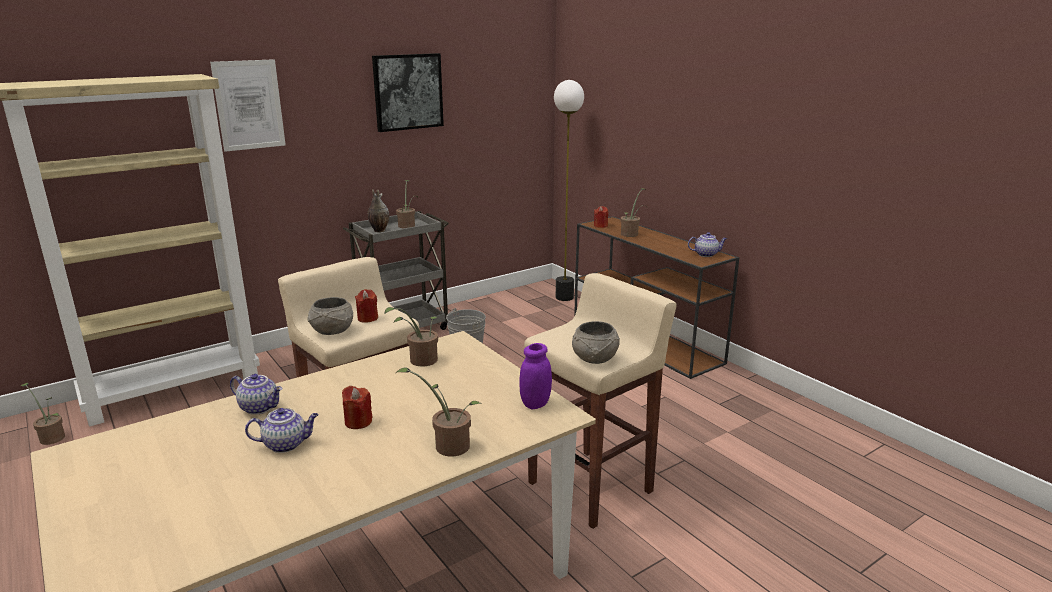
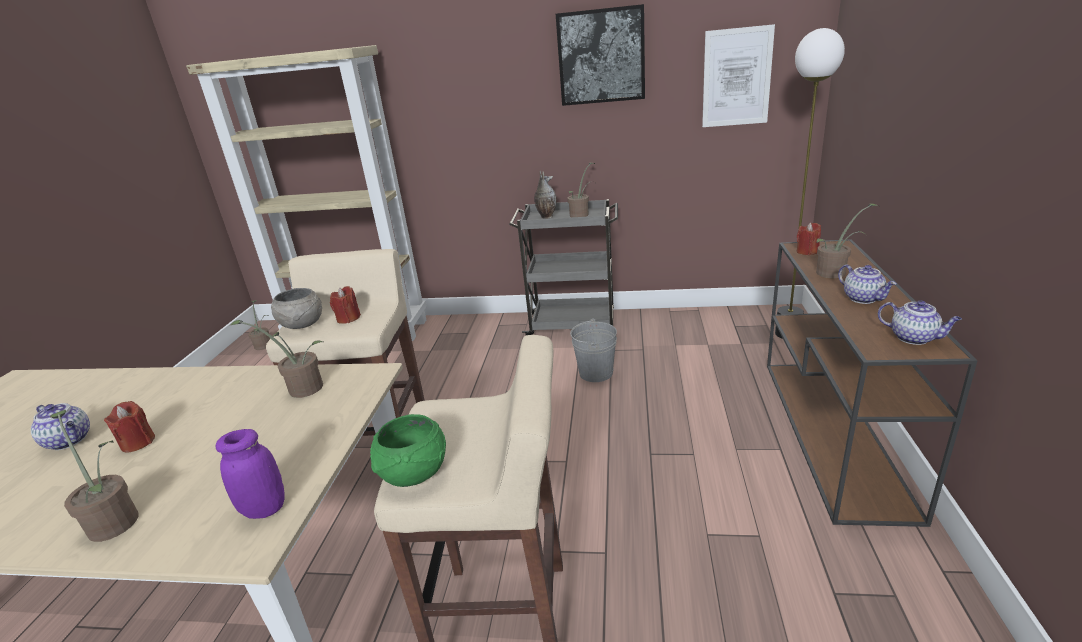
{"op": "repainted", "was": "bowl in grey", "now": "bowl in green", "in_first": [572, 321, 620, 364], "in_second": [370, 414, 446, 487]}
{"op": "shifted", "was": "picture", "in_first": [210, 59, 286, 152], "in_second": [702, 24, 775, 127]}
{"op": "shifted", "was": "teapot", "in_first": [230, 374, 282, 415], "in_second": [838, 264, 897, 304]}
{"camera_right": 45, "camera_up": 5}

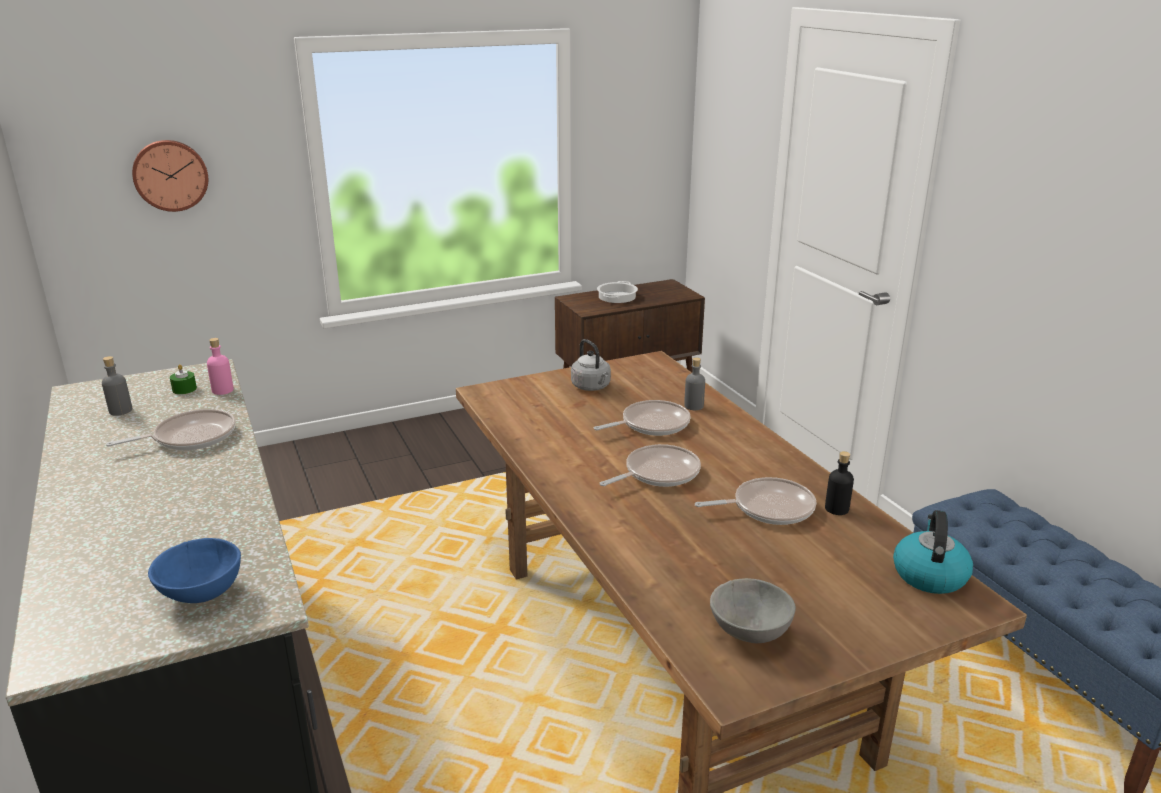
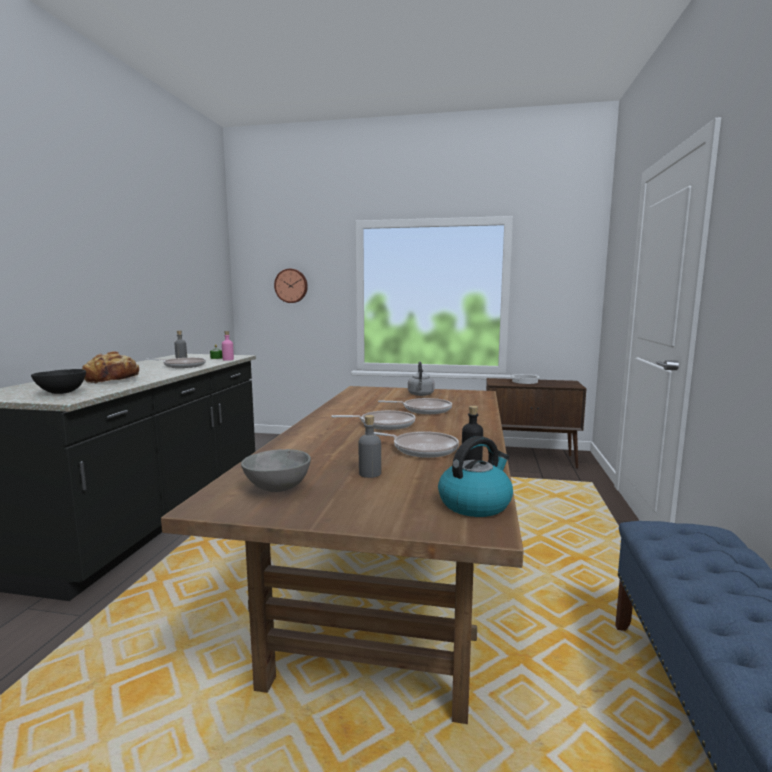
{"op": "repainted", "was": "bowl in blue", "now": "bowl in black", "in_first": [148, 538, 241, 603], "in_second": [31, 369, 86, 394]}
{"op": "new", "now": "bread", "in_second": [82, 351, 139, 384]}
{"op": "shifted", "was": "bottle in grey", "in_first": [684, 357, 705, 410], "in_second": [358, 415, 381, 478]}
{"camera_right": 35, "camera_up": -15}

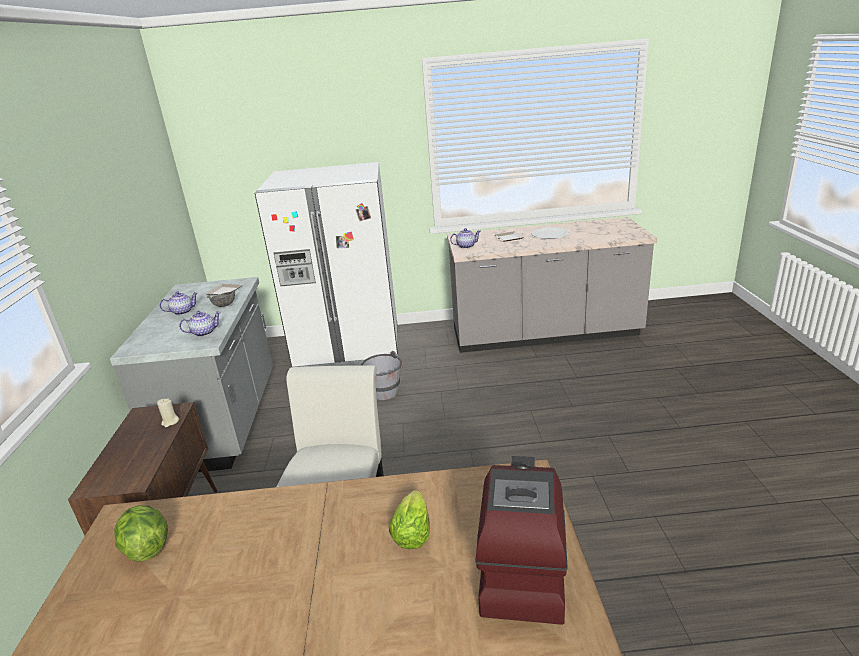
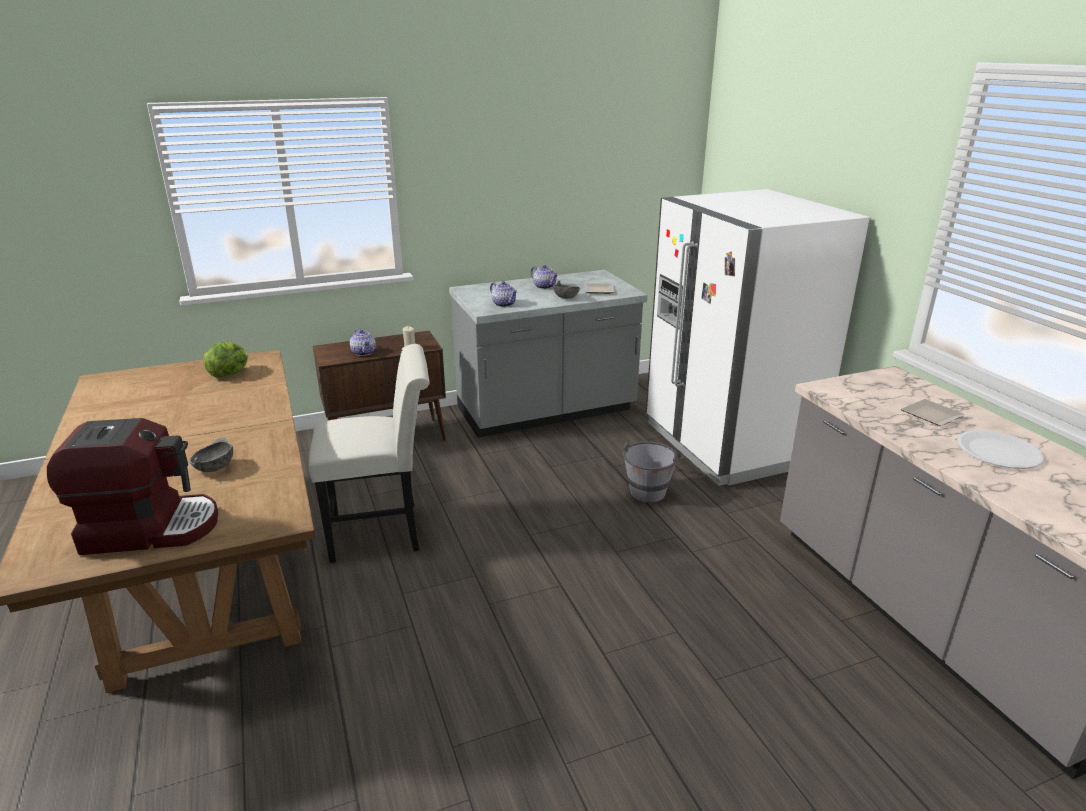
{"op": "swapped", "was": "lettuce", "now": "bowl in grey", "in_first": [389, 490, 430, 549], "in_second": [189, 438, 233, 472]}
{"op": "shifted", "was": "teapot", "in_first": [450, 228, 481, 249], "in_second": [350, 329, 376, 356]}
{"camera_right": 70, "camera_up": 0}

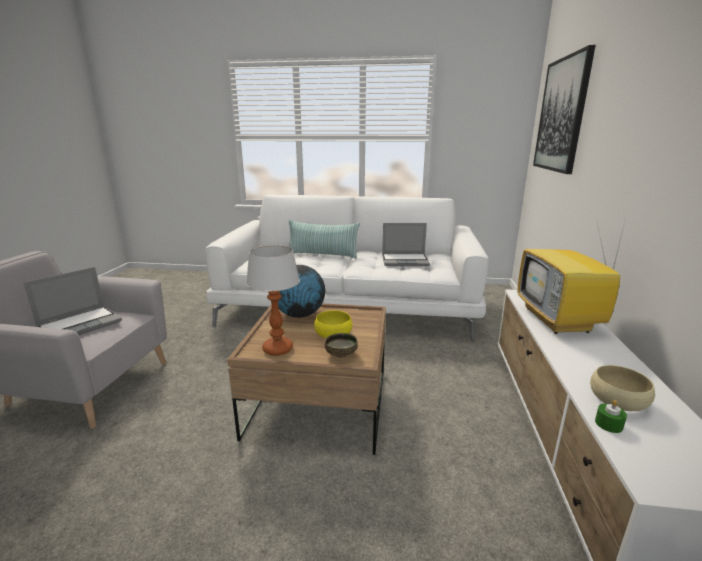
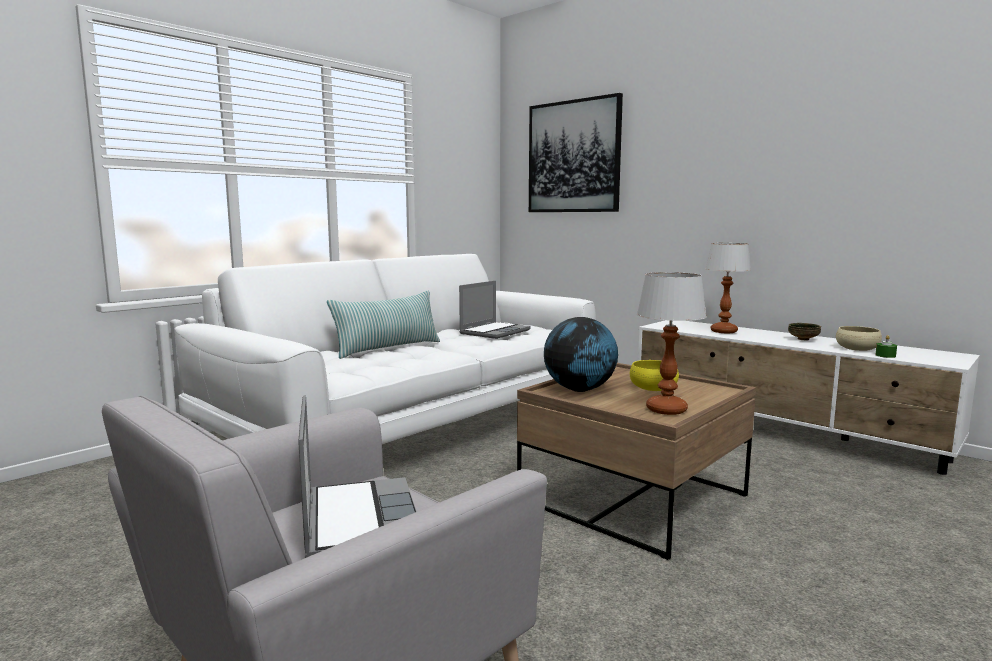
{"op": "swapped", "was": "television", "now": "table lamp", "in_first": [517, 213, 627, 334], "in_second": [706, 243, 751, 333]}
{"op": "shifted", "was": "bowl", "in_first": [324, 333, 358, 358], "in_second": [788, 323, 821, 341]}
{"camera_right": -55, "camera_up": -10}

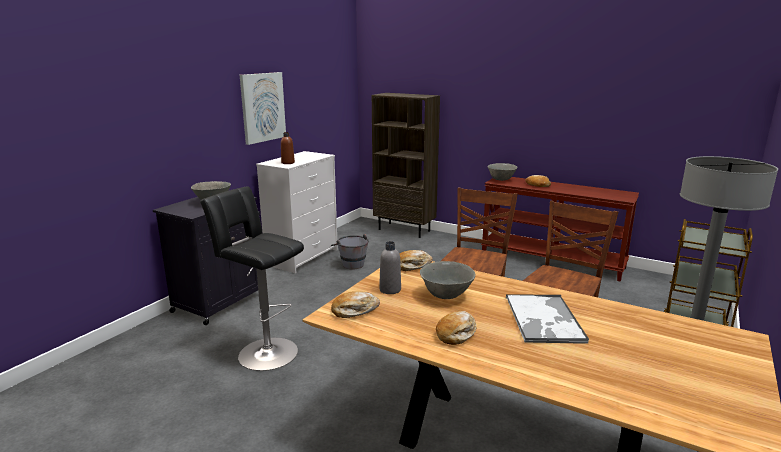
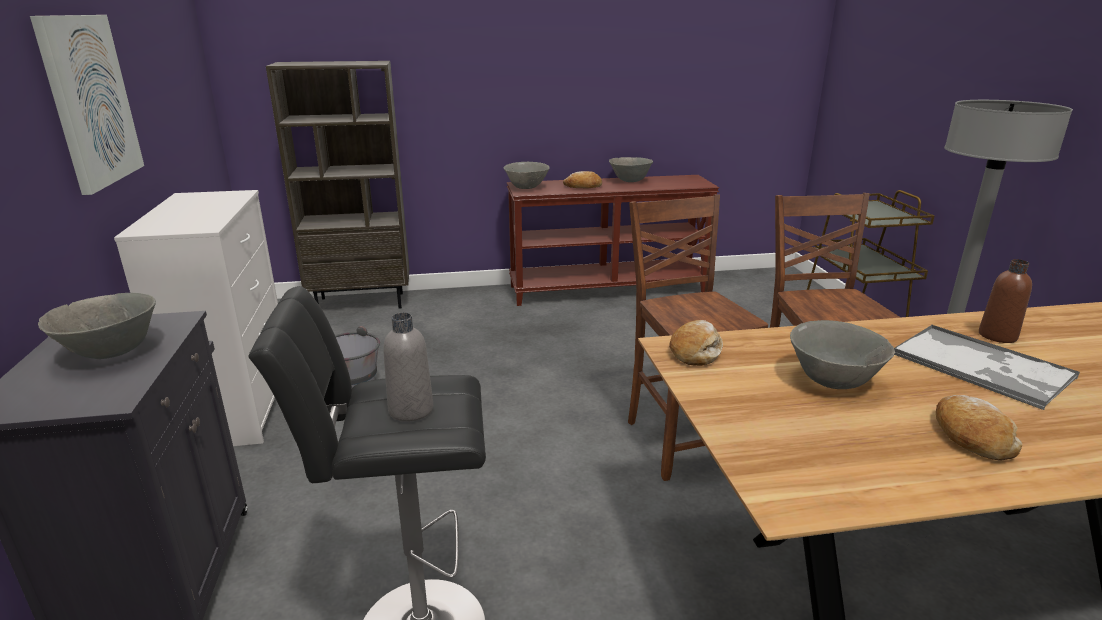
{"op": "shifted", "was": "bottle in grey", "in_first": [379, 241, 401, 294], "in_second": [383, 312, 433, 422]}
{"op": "new", "now": "bowl in grey", "in_second": [609, 157, 653, 182]}
{"op": "shifted", "was": "bottle in brown", "in_first": [281, 132, 295, 164], "in_second": [979, 259, 1032, 343]}
{"op": "gone", "was": "bread", "in_first": [331, 291, 380, 318]}
{"camera_right": -40, "camera_up": 5}

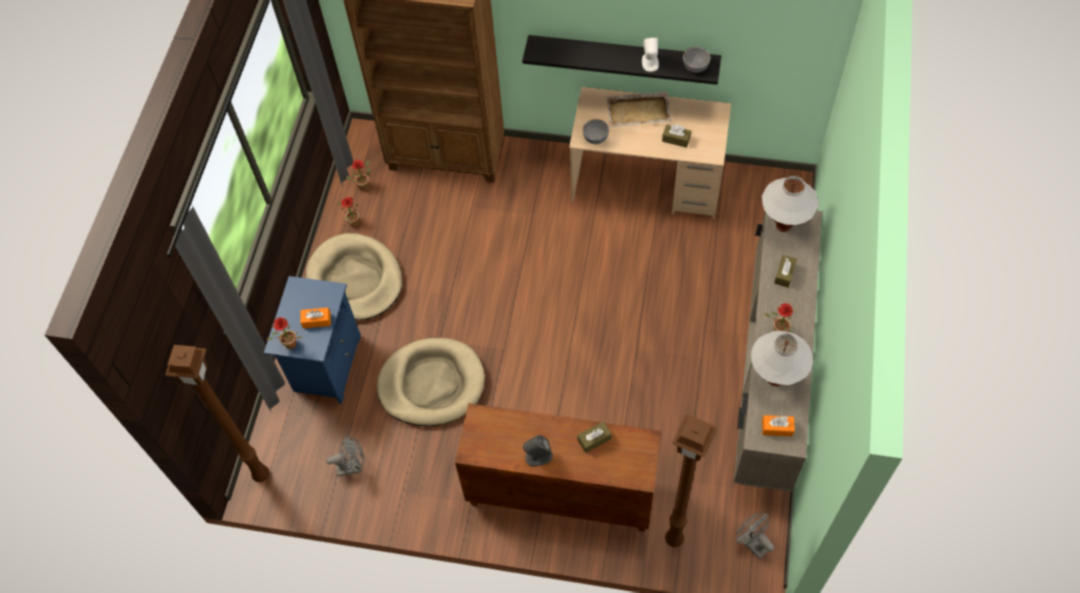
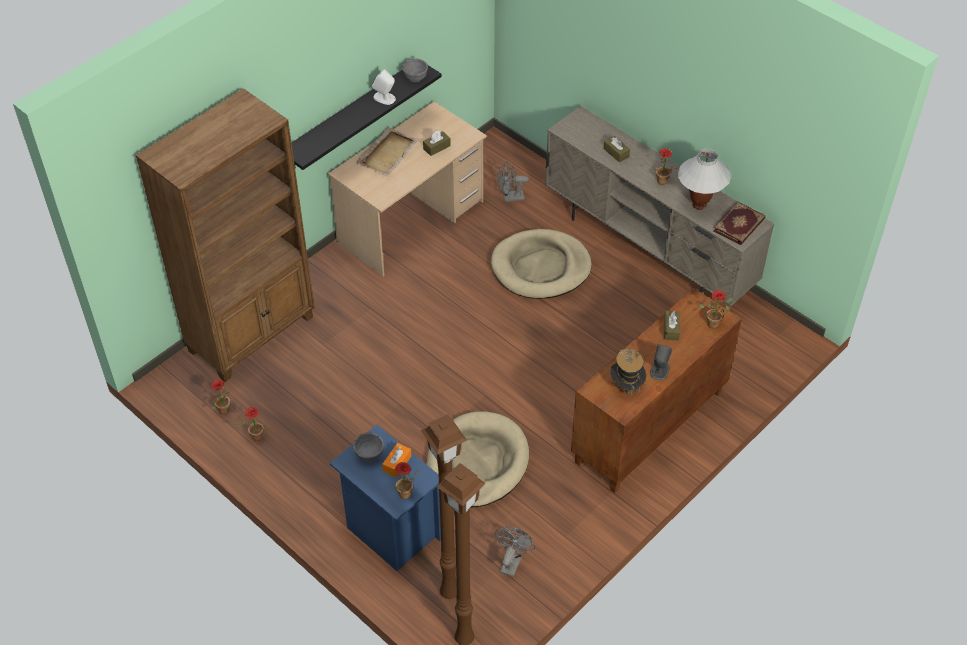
{"op": "shifted", "was": "bowl in grey", "in_first": [583, 119, 609, 144], "in_second": [353, 433, 384, 462]}
{"op": "shifted", "was": "floor lamp in brown", "in_first": [665, 414, 718, 547], "in_second": [421, 414, 467, 599]}
{"op": "shifted", "was": "dog bed in beige", "in_first": [305, 233, 402, 320], "in_second": [491, 229, 592, 299]}
{"op": "shifted", "was": "fan in grey", "in_first": [737, 513, 774, 559], "in_second": [497, 161, 529, 202]}
{"op": "new", "now": "hat", "in_second": [610, 349, 646, 398]}
{"op": "new", "now": "potted plant", "in_second": [699, 290, 732, 329]}
{"op": "swapped", "was": "tissue box in orange", "now": "book", "in_first": [762, 415, 795, 437], "in_second": [713, 201, 765, 245]}
{"op": "gone", "was": "table lamp in white", "in_first": [762, 176, 819, 232]}
{"camera_right": -60, "camera_up": -10}

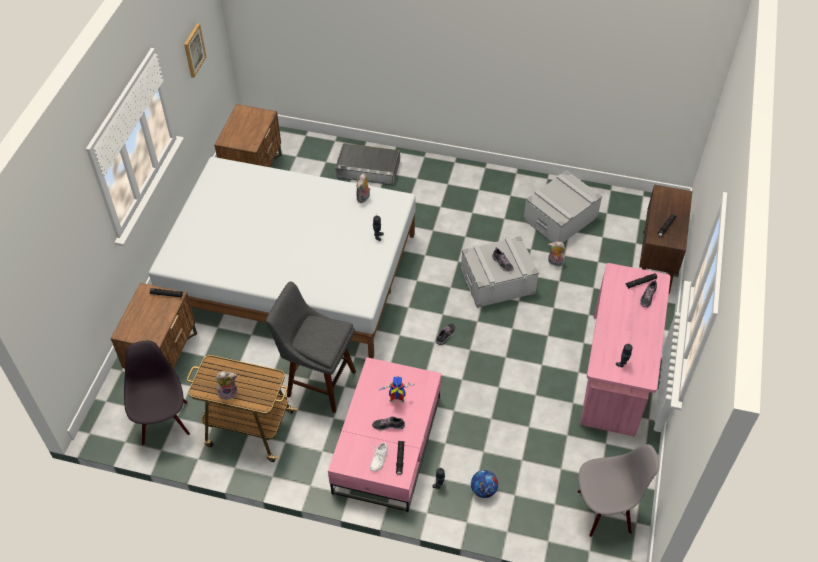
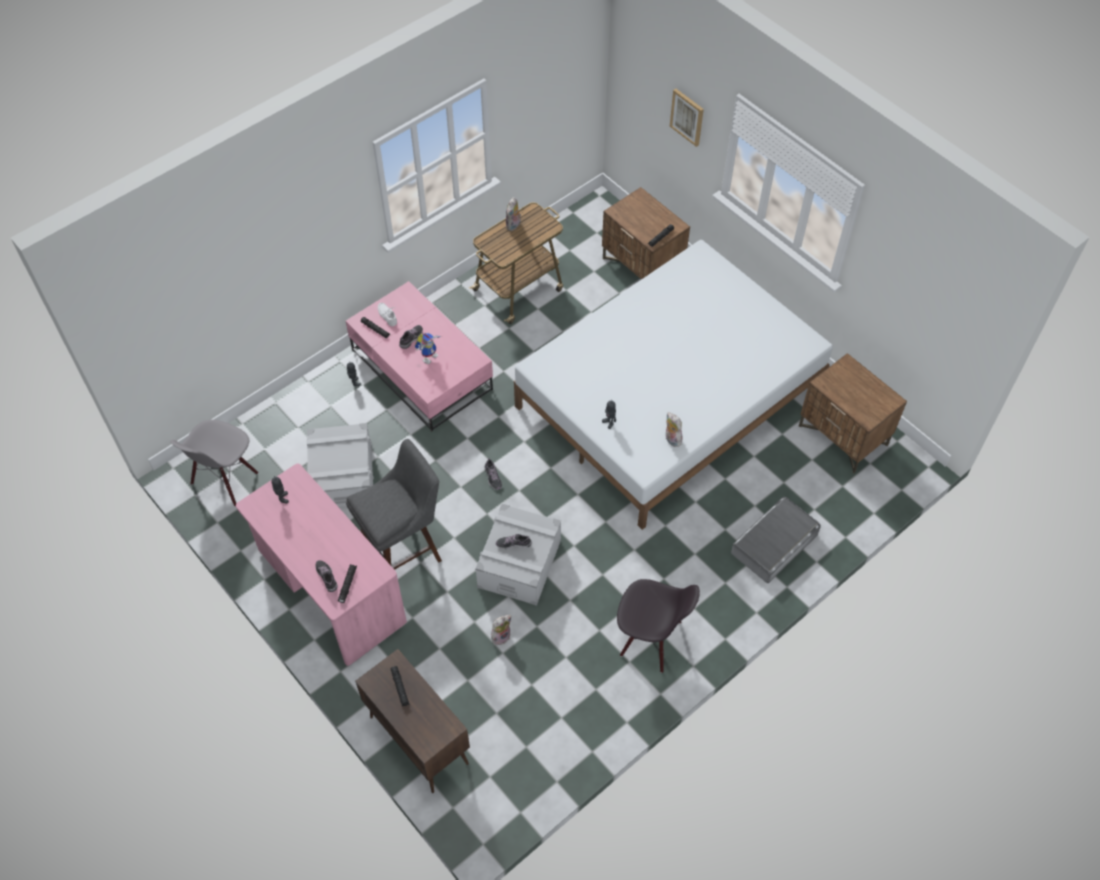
{"op": "shifted", "was": "storage box in grey", "in_first": [523, 170, 602, 243], "in_second": [307, 423, 374, 510]}
{"op": "shifted", "was": "stool in grey", "in_first": [266, 281, 356, 413], "in_second": [346, 439, 442, 570]}
{"op": "shifted", "was": "chair in black", "in_first": [124, 341, 190, 446], "in_second": [617, 579, 700, 673]}
{"op": "shifted", "was": "picture", "in_first": [184, 23, 206, 78], "in_second": [670, 89, 704, 147]}
{"op": "gone", "was": "football", "in_first": [471, 470, 498, 498]}
{"camera_right": 125, "camera_up": 5}

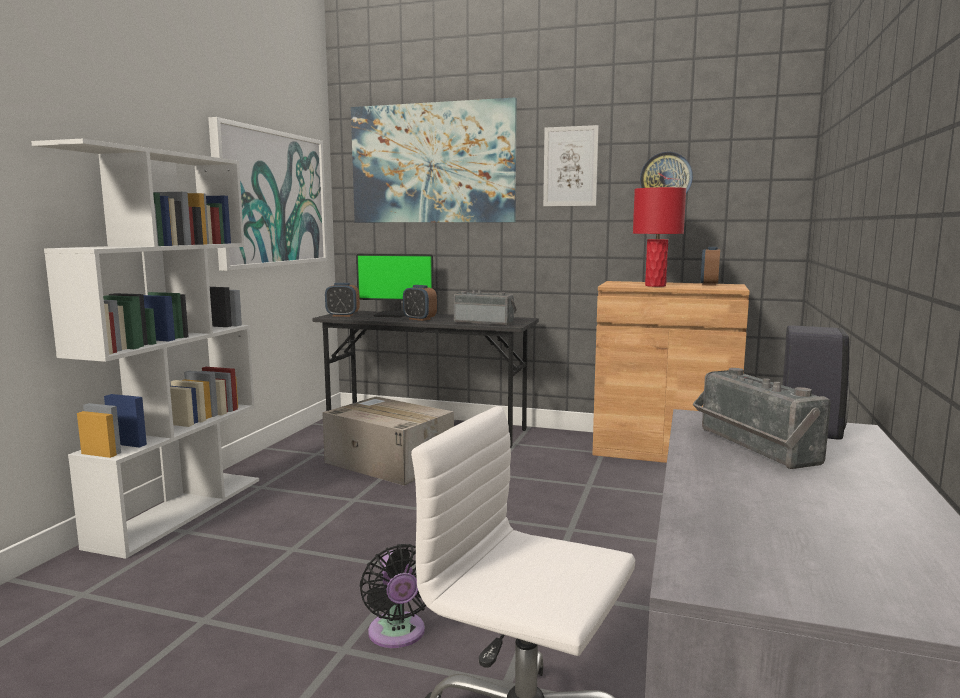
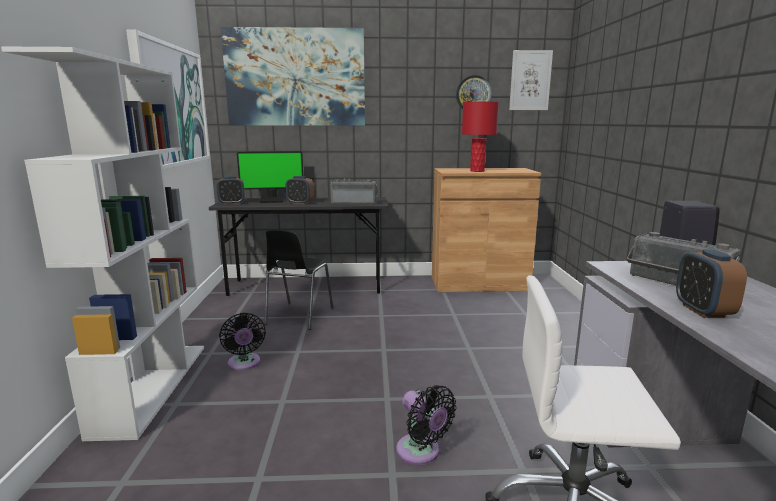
{"op": "new", "now": "fan in black", "in_second": [219, 313, 266, 370]}
{"op": "swapped", "was": "cardboard box", "now": "chair in black", "in_first": [322, 397, 454, 486], "in_second": [265, 230, 334, 330]}
{"op": "shifted", "was": "picture", "in_first": [543, 125, 599, 206], "in_second": [509, 50, 553, 110]}
{"op": "shifted", "was": "alarm clock", "in_first": [701, 247, 720, 286], "in_second": [676, 249, 747, 318]}
{"camera_right": -20, "camera_up": 5}

